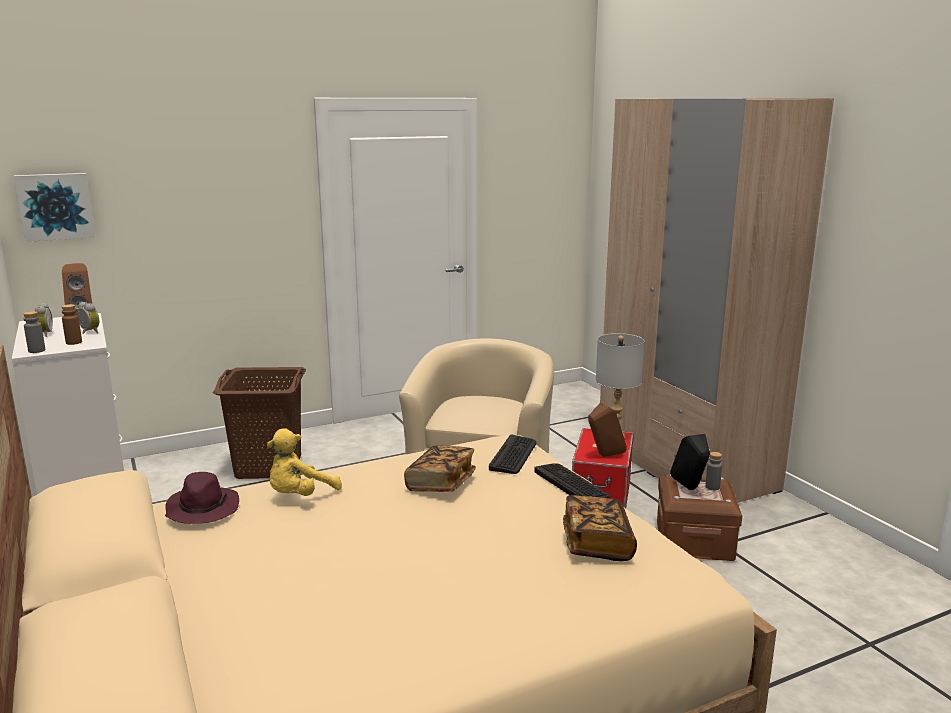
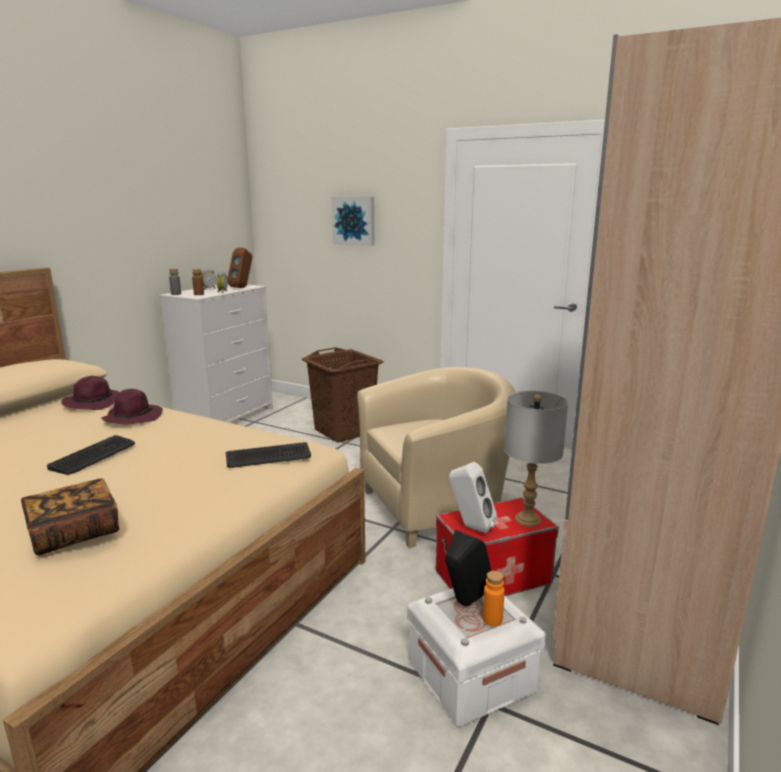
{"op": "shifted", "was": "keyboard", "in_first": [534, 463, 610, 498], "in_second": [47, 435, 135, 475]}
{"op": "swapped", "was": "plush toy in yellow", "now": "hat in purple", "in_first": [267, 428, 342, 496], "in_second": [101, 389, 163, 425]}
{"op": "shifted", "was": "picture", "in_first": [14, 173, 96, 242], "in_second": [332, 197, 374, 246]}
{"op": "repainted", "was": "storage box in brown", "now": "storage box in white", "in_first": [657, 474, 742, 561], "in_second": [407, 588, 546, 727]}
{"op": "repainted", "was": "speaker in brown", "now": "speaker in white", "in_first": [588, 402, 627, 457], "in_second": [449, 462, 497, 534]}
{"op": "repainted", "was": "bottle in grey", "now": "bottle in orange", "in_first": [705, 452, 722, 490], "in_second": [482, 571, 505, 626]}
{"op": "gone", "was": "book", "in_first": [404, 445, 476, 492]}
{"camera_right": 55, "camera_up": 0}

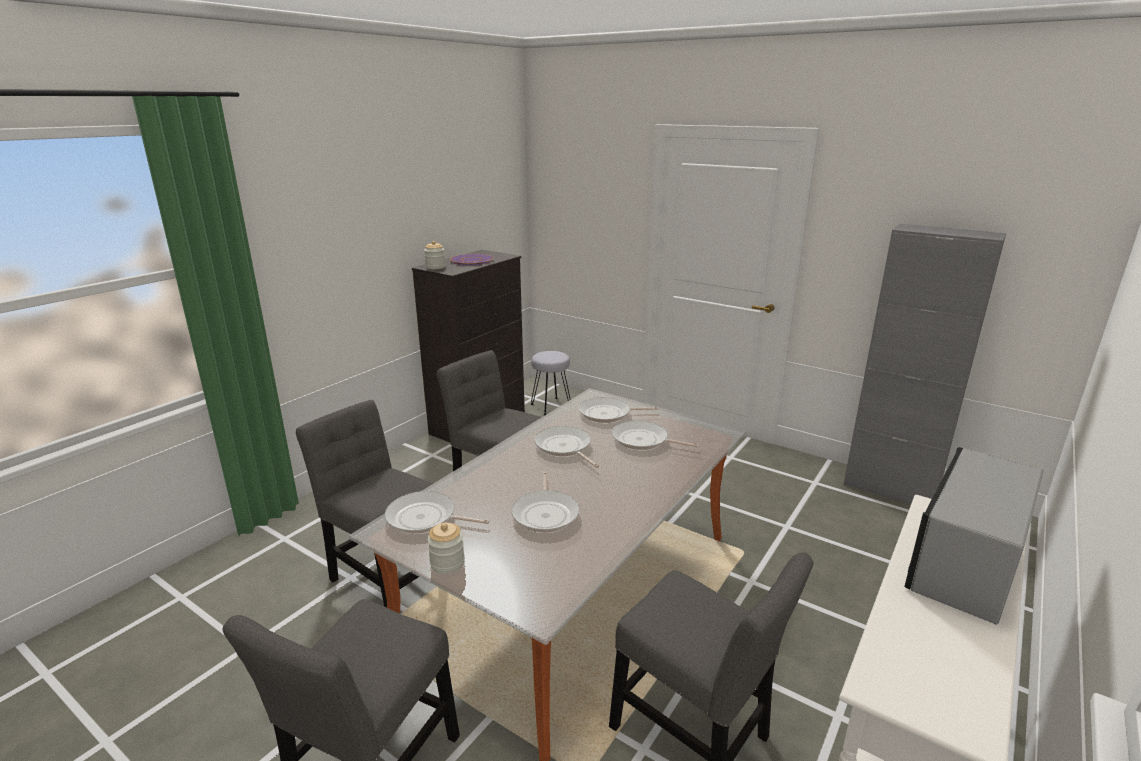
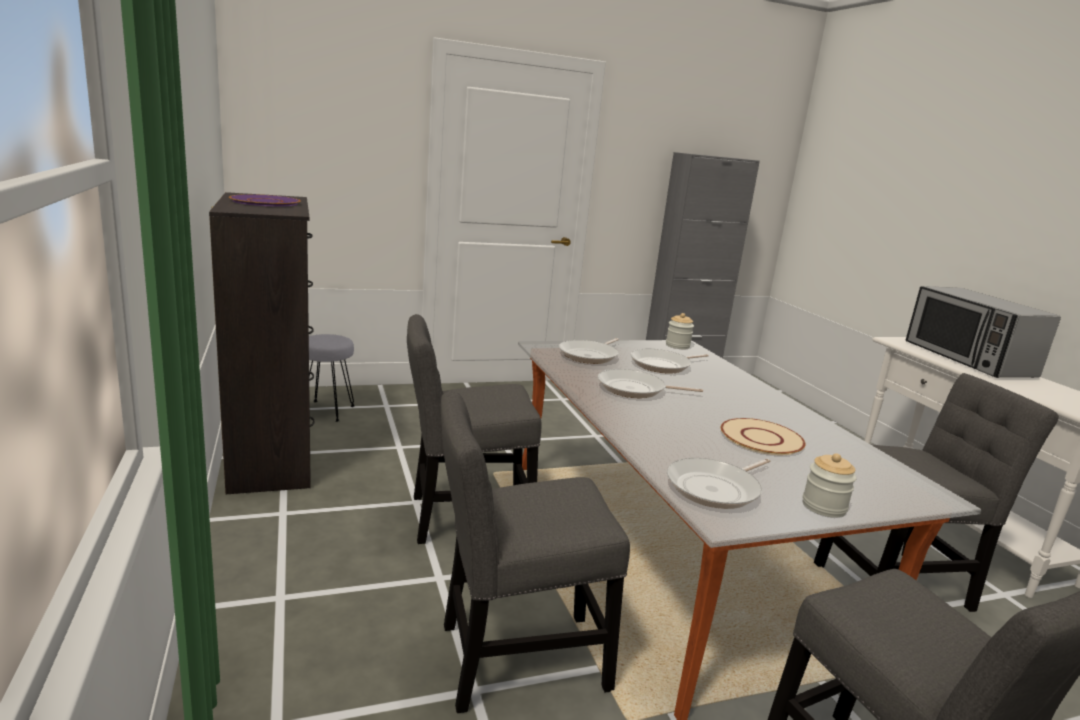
{"op": "shifted", "was": "jar", "in_first": [424, 241, 445, 269], "in_second": [666, 313, 694, 349]}
{"op": "swapped", "was": "frying pan", "now": "plate in beige", "in_first": [511, 472, 580, 532], "in_second": [721, 418, 806, 455]}
{"camera_right": -55, "camera_up": -5}

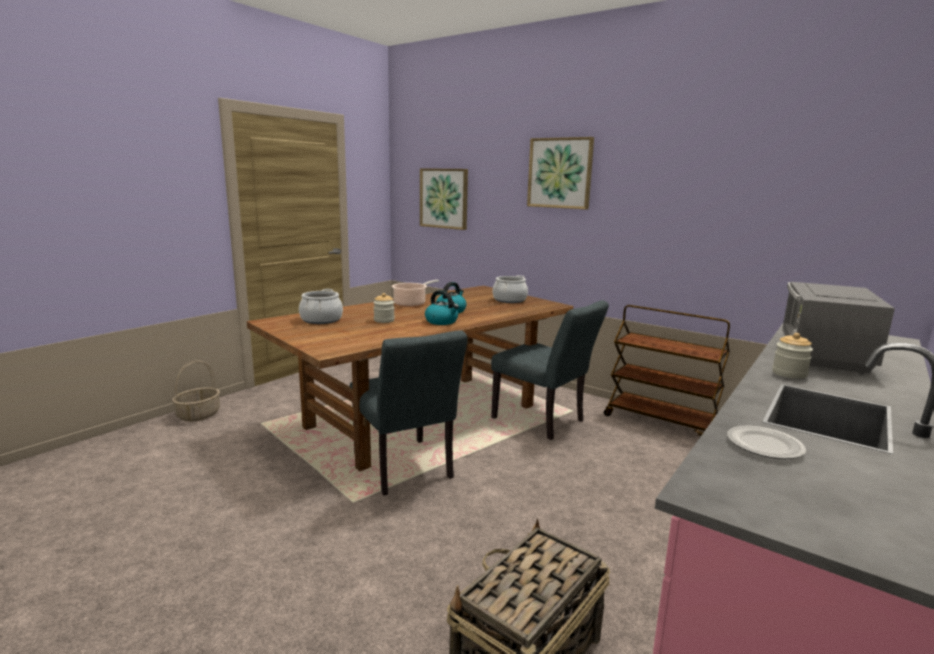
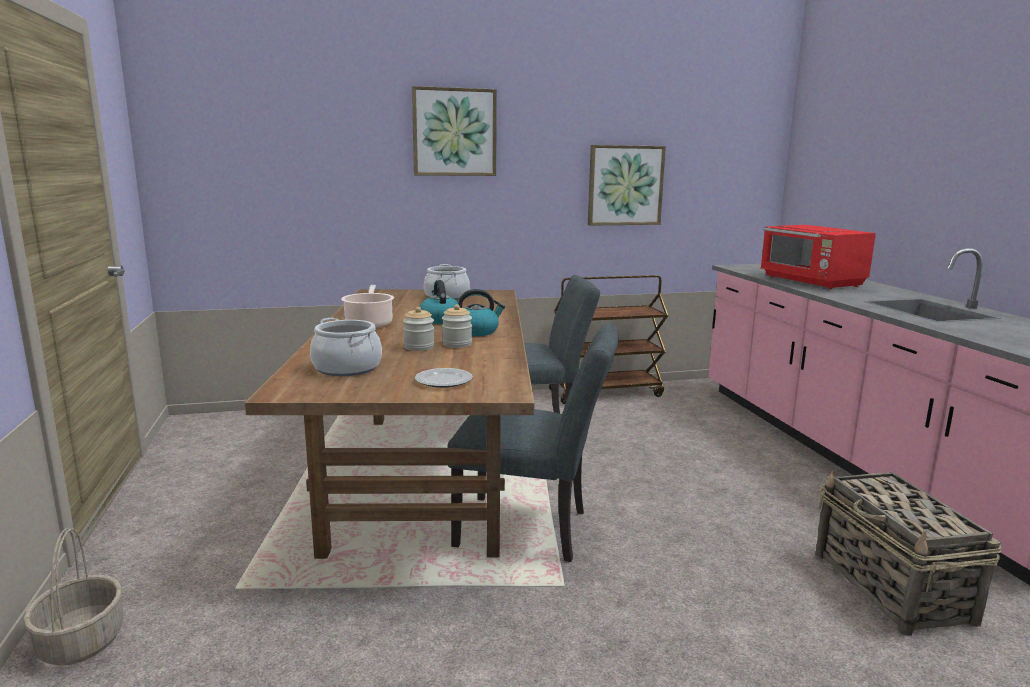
{"op": "shifted", "was": "plate", "in_first": [727, 426, 806, 459], "in_second": [415, 368, 473, 388]}
{"op": "shifted", "was": "jar", "in_first": [772, 333, 813, 379], "in_second": [442, 304, 472, 348]}
{"op": "shifted", "was": "picture", "in_first": [420, 168, 468, 230], "in_second": [588, 145, 666, 226]}
{"op": "repainted", "was": "microwave in grey", "now": "microwave in red", "in_first": [782, 282, 895, 375], "in_second": [761, 225, 876, 289]}
{"camera_right": -50, "camera_up": 0}

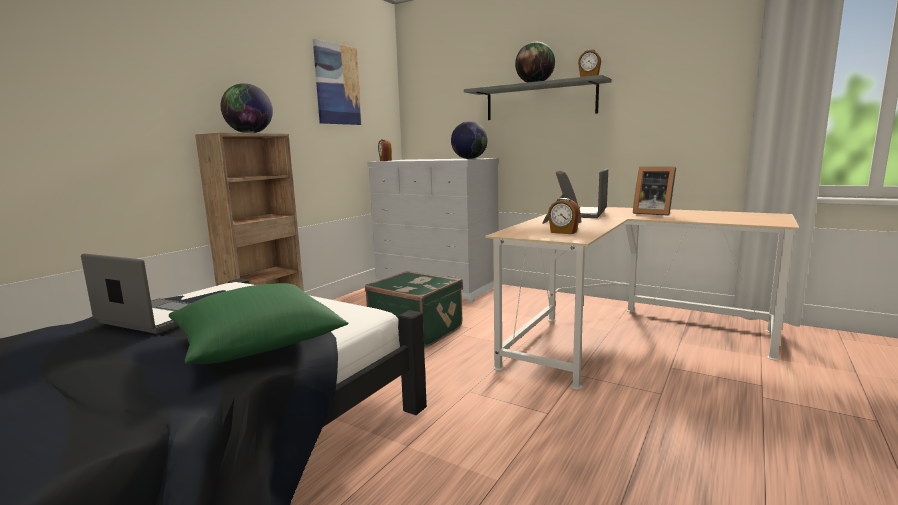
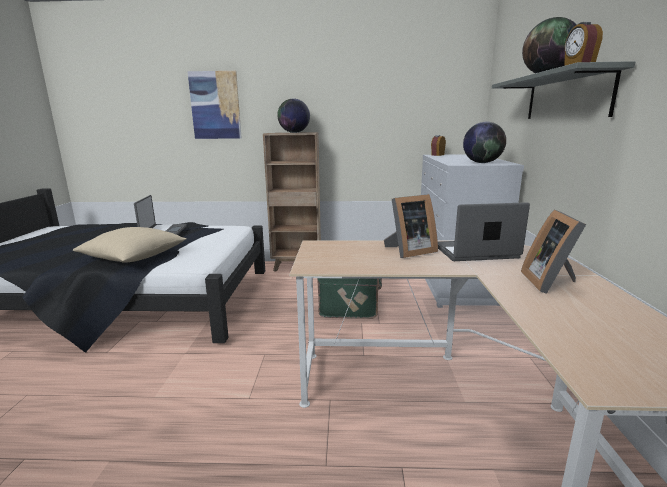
{"op": "repainted", "was": "pillow in green", "now": "pillow in beige", "in_first": [169, 283, 348, 364], "in_second": [73, 227, 187, 263]}
{"op": "shifted", "was": "picture", "in_first": [313, 39, 362, 125], "in_second": [187, 71, 242, 139]}
{"op": "gone", "was": "alarm clock", "in_first": [548, 198, 580, 234]}
{"camera_right": 60, "camera_up": 5}

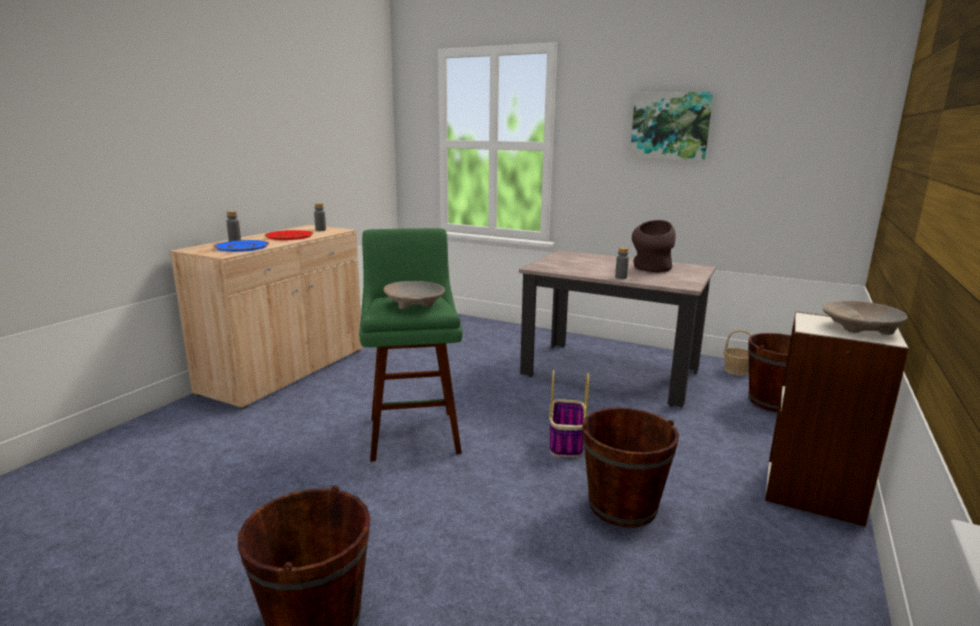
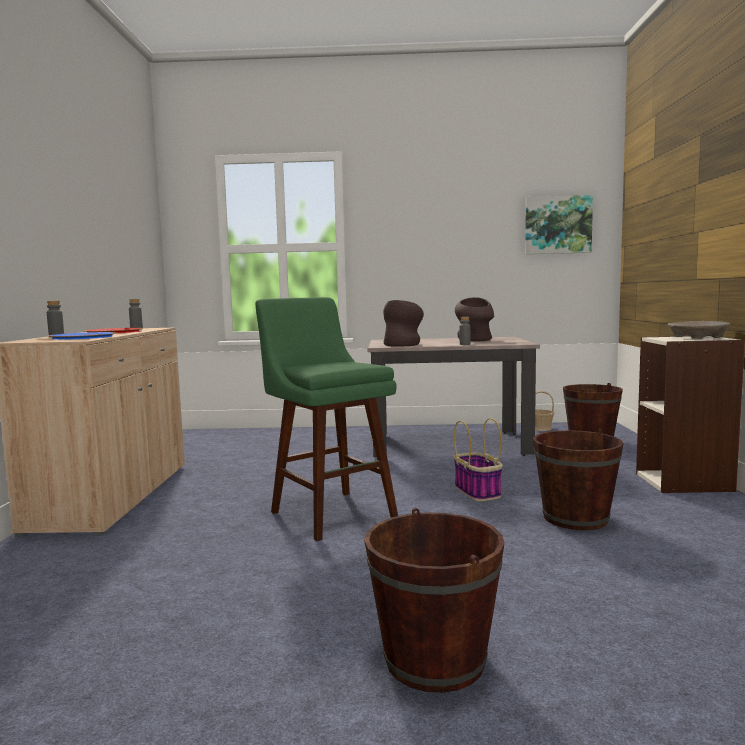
{"op": "new", "now": "vase in brown", "in_second": [383, 300, 424, 347]}
{"op": "shifted", "was": "picture", "in_first": [630, 91, 713, 160], "in_second": [525, 195, 593, 254]}
{"op": "gone", "was": "bowl in beige", "in_first": [383, 281, 445, 309]}
{"camera_right": -25, "camera_up": -10}

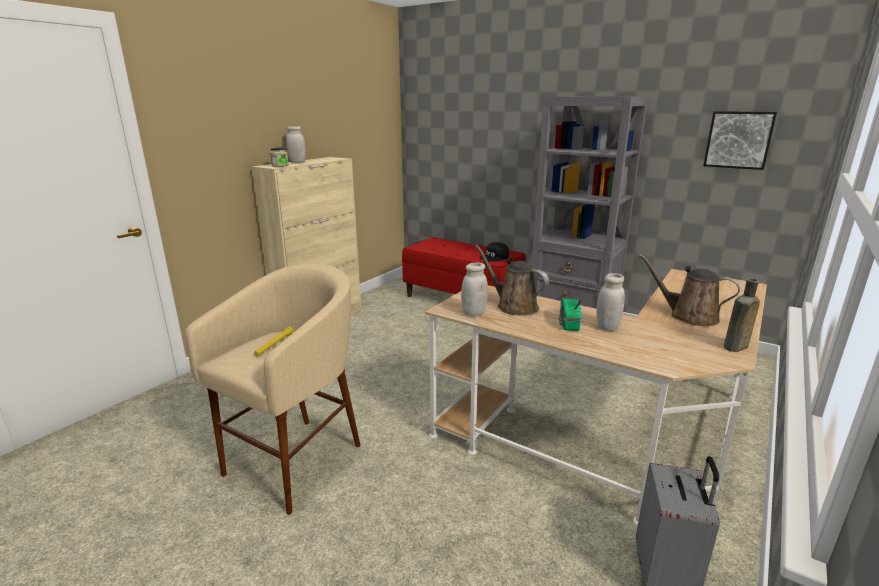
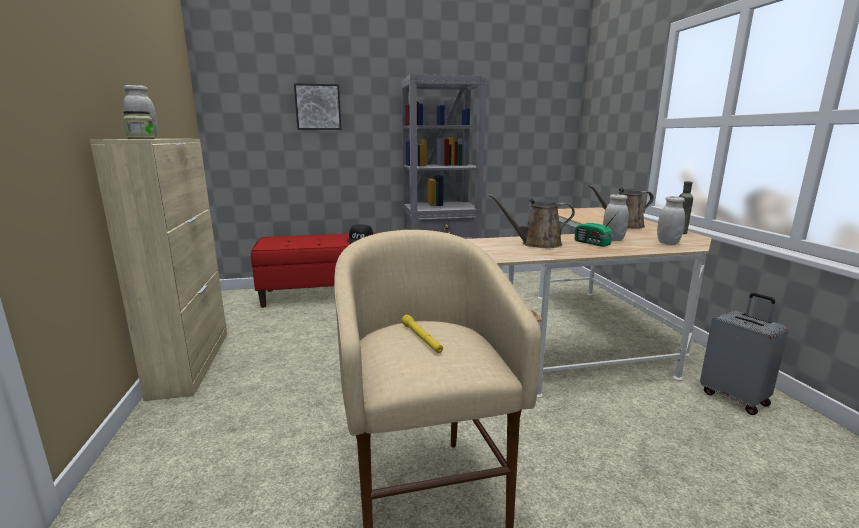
{"op": "shifted", "was": "picture", "in_first": [703, 111, 777, 170], "in_second": [294, 83, 341, 130]}
{"op": "shifted", "was": "jar in white", "in_first": [461, 263, 488, 316], "in_second": [657, 196, 685, 245]}
{"camera_right": -45, "camera_up": -5}

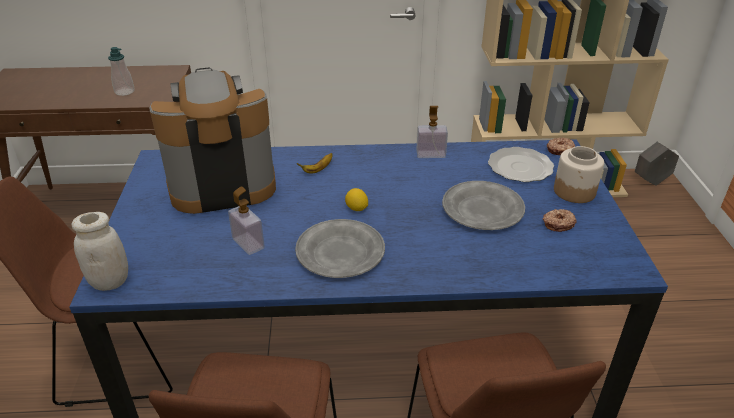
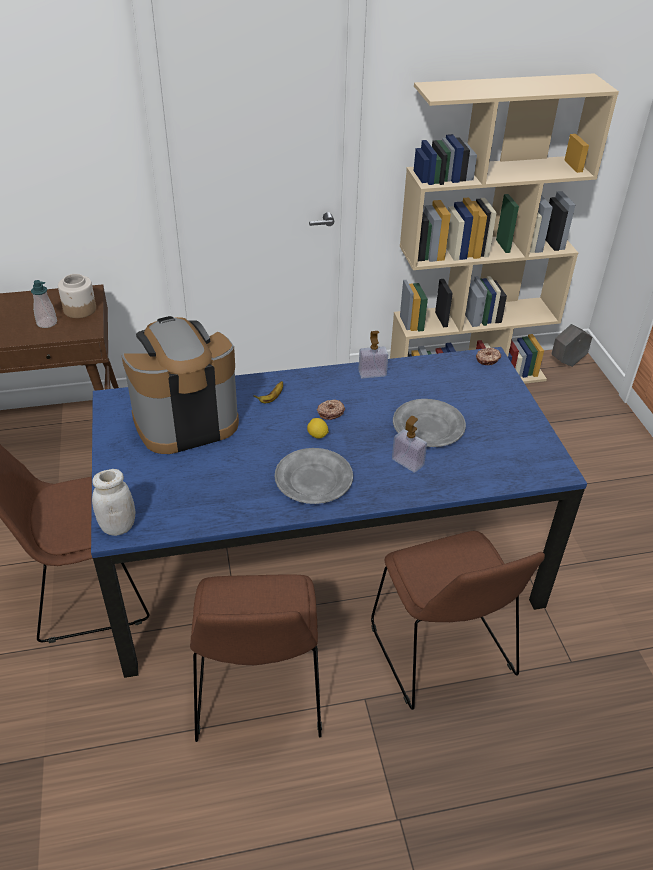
{"op": "shifted", "was": "jar", "in_first": [554, 146, 604, 203], "in_second": [58, 274, 96, 318]}
{"op": "shifted", "was": "donut", "in_first": [543, 209, 577, 232], "in_second": [317, 400, 345, 420]}
{"op": "shifted", "was": "soap dispenser", "in_first": [228, 186, 265, 255], "in_second": [392, 416, 427, 473]}
{"op": "gone", "was": "plate", "in_first": [488, 147, 554, 182]}
{"camera_right": -10, "camera_up": 5}

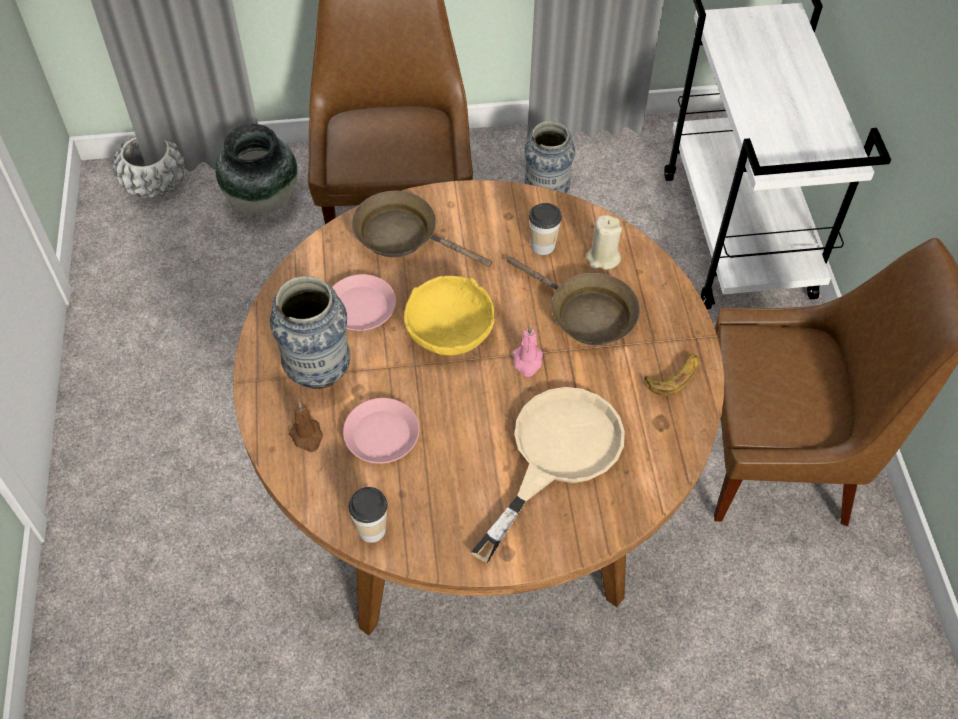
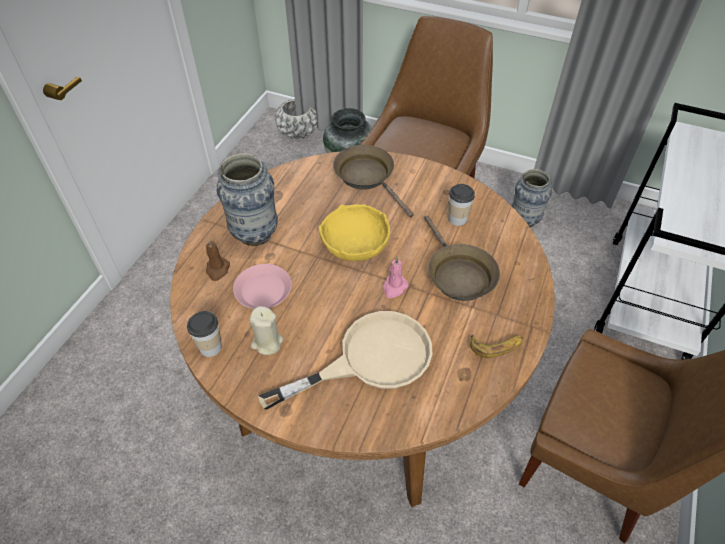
{"op": "shifted", "was": "candle in beige", "in_first": [586, 215, 622, 270], "in_second": [249, 306, 283, 355]}
{"op": "gone", "was": "plate in pink", "in_first": [332, 274, 396, 331]}
{"camera_right": 30, "camera_up": -5}

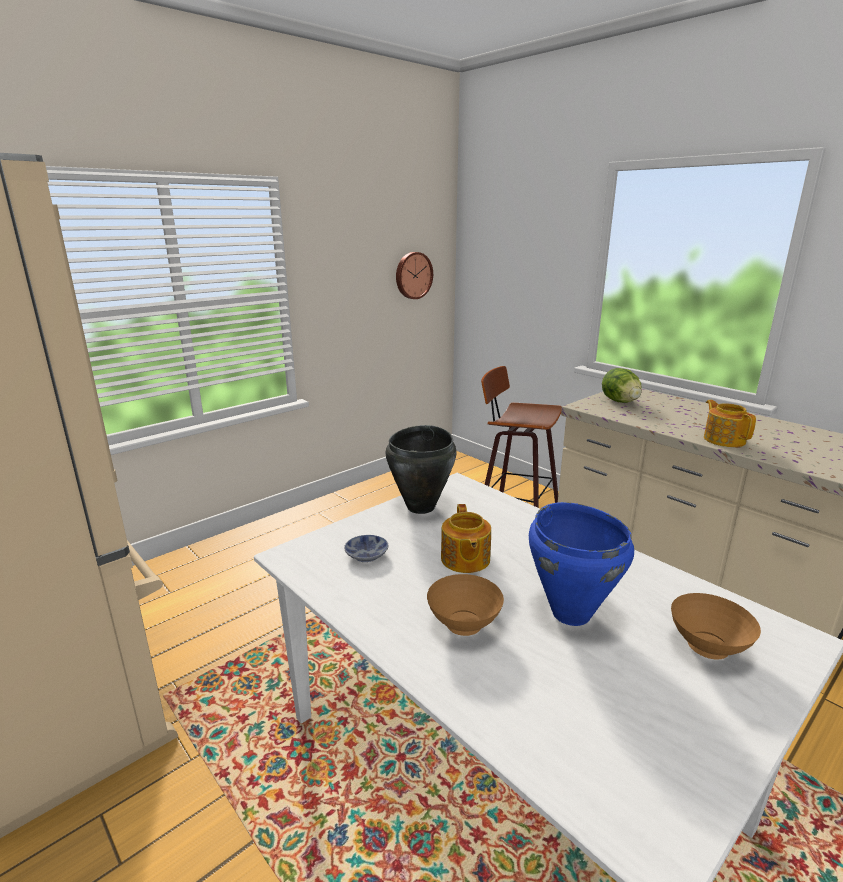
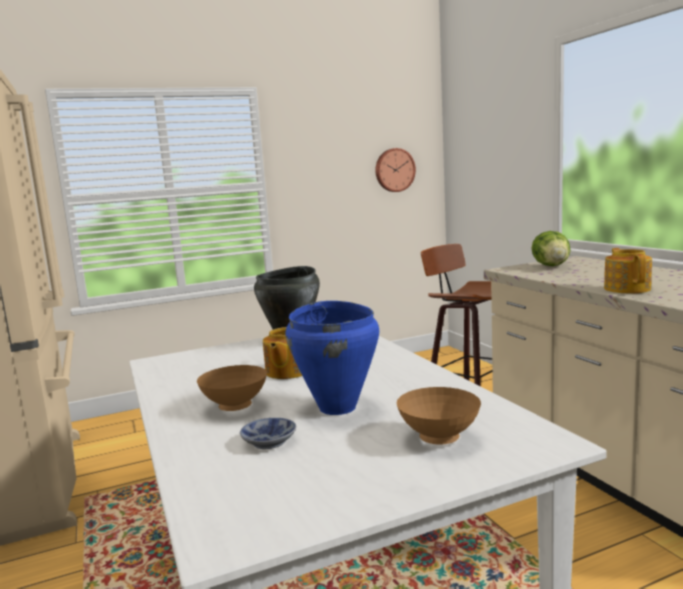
{"op": "shifted", "was": "bowl", "in_first": [344, 535, 389, 562], "in_second": [240, 418, 296, 449]}
{"camera_right": 20, "camera_up": -10}

